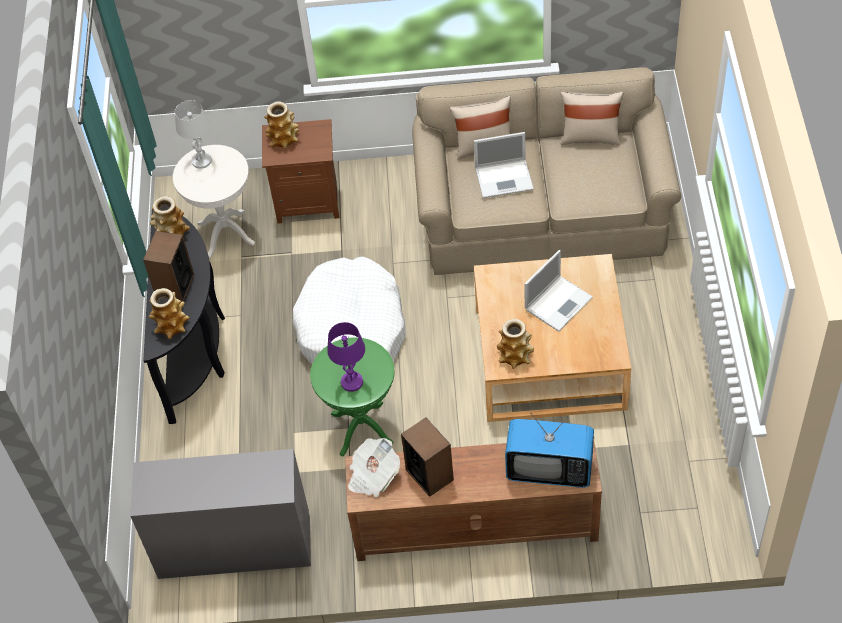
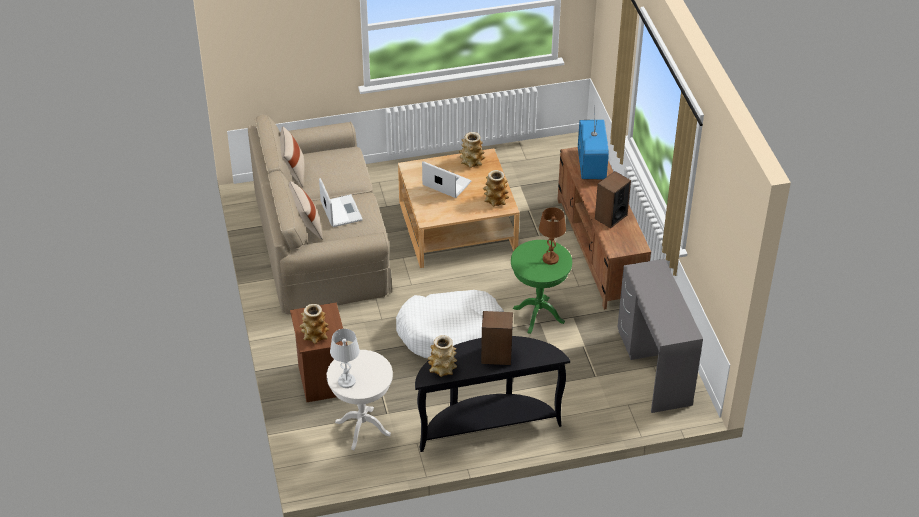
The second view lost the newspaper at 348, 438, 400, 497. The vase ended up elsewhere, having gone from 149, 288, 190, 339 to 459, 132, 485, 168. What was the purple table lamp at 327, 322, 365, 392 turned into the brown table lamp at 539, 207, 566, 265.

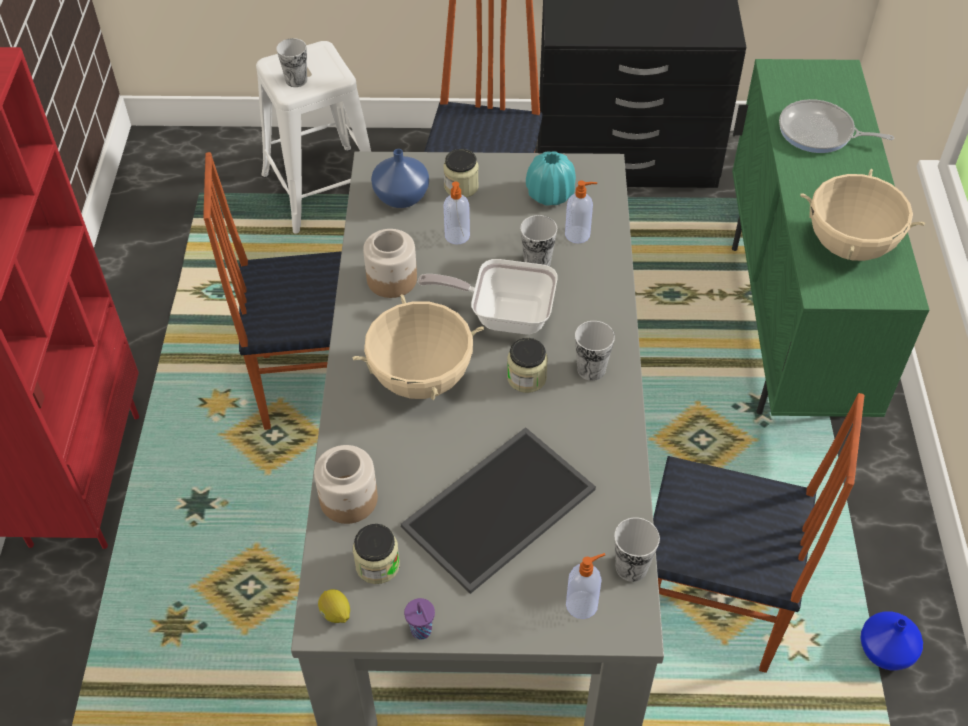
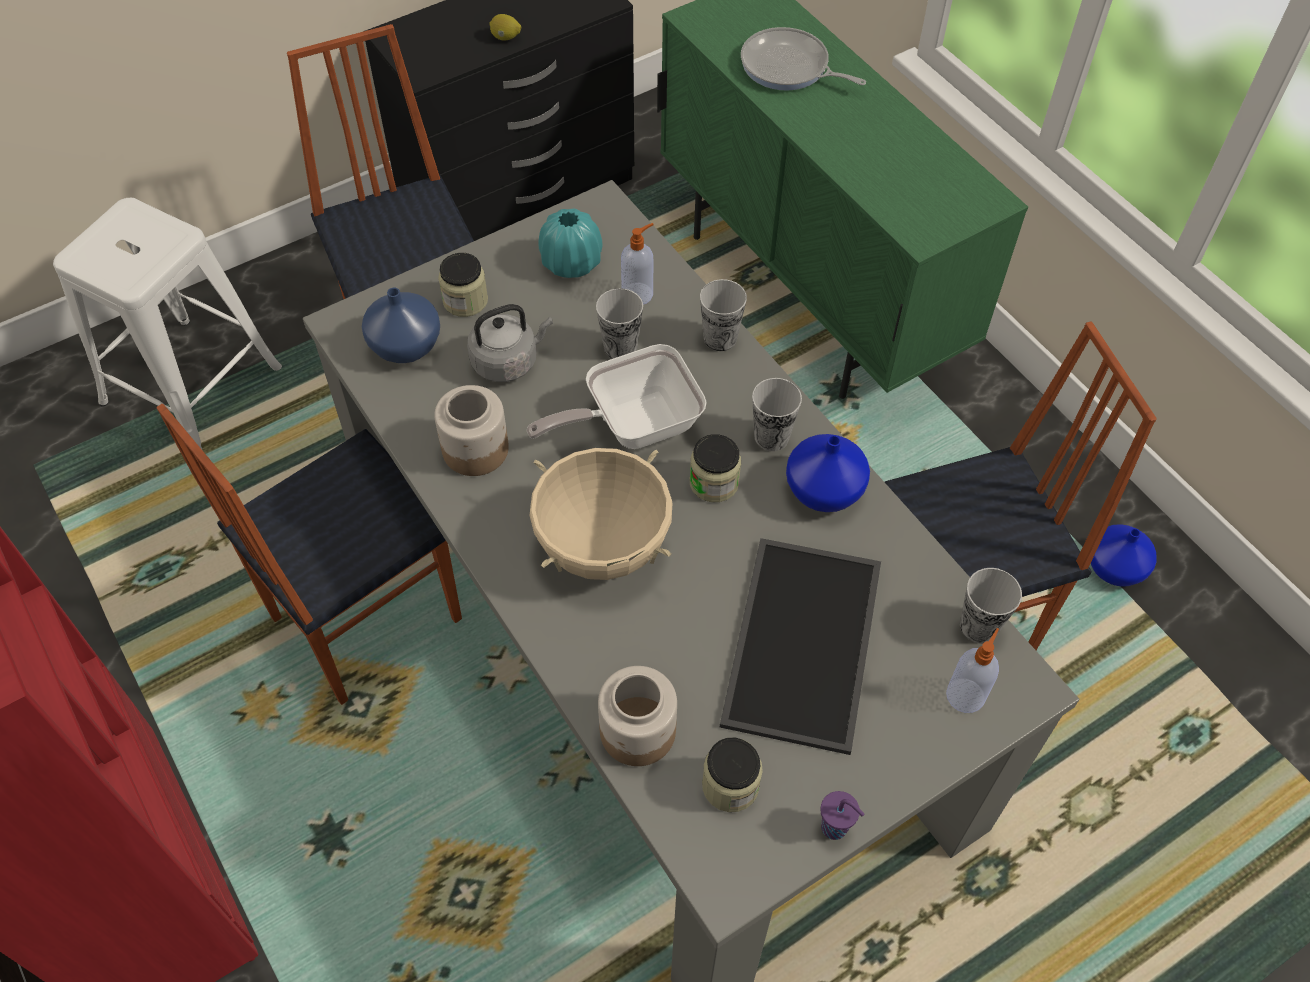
The second view lost the beige cooking pot at 800, 169, 925, 261. The second view gained the blue vase at 786, 434, 870, 512. The cup ended up elsewhere, having gone from 276, 38, 307, 87 to 700, 279, 747, 351. The lemon ended up elsewhere, having gone from 318, 589, 350, 623 to 489, 14, 521, 41. Where the soap dispenser stood at 444, 182, 470, 244, the grey kettle came to stand at 467, 304, 553, 382. The frying pan at 779, 99, 894, 153 ended up facing another way, 45 degrees clockwise from before.

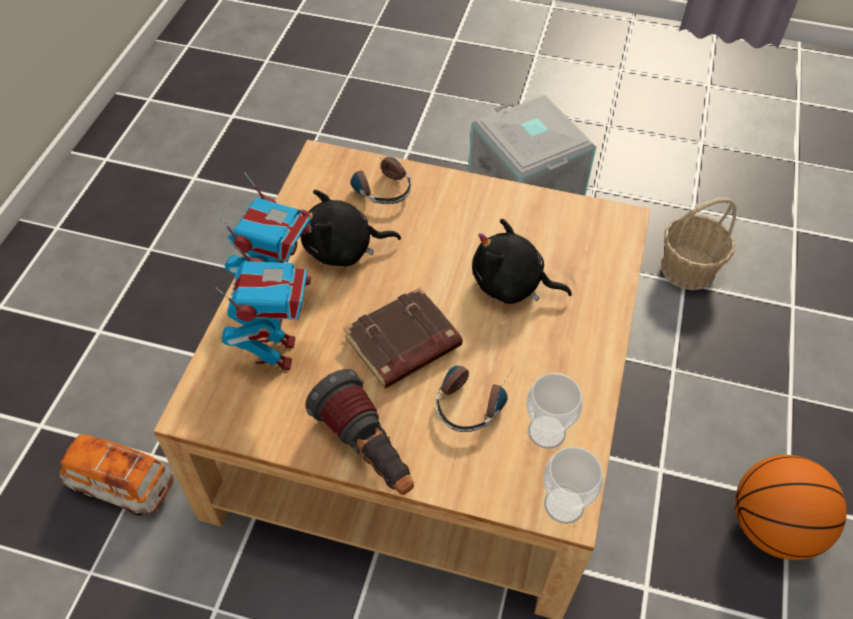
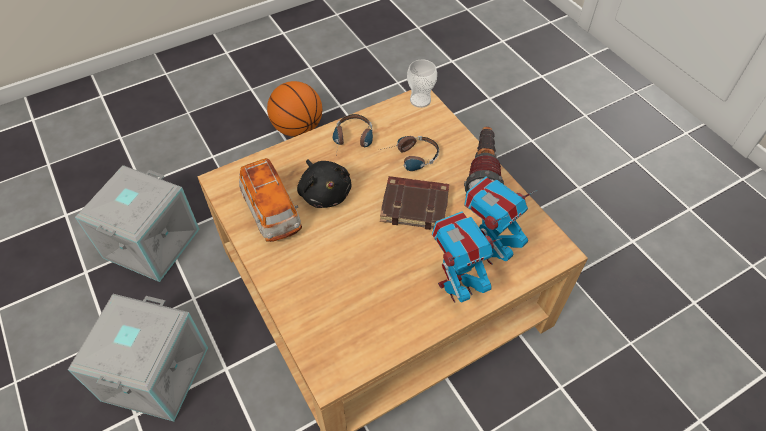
The second view lost the black plush toy at 300, 190, 401, 266. The second view lost the cup at 526, 373, 583, 449. The toy car ended up elsewhere, having gone from 60, 433, 174, 515 to 239, 158, 302, 242. The headphones ended up elsewhere, having gone from 351, 150, 411, 204 to 333, 114, 373, 154. Where the basket stood at 661, 198, 737, 290, the grey storage box came to stand at 75, 165, 199, 282.

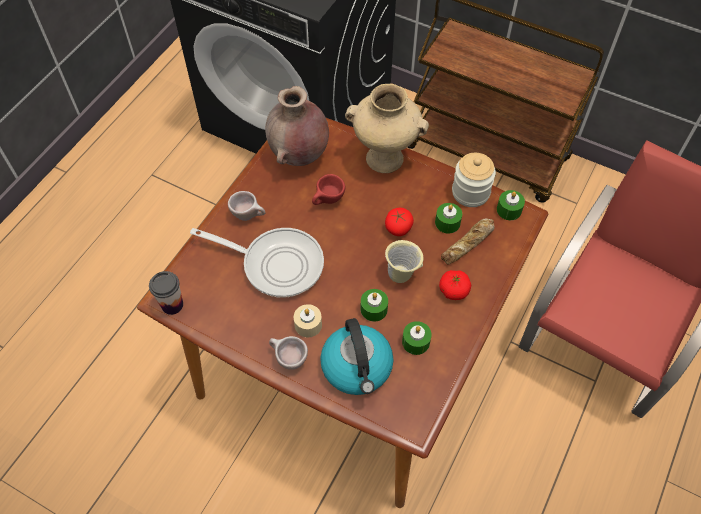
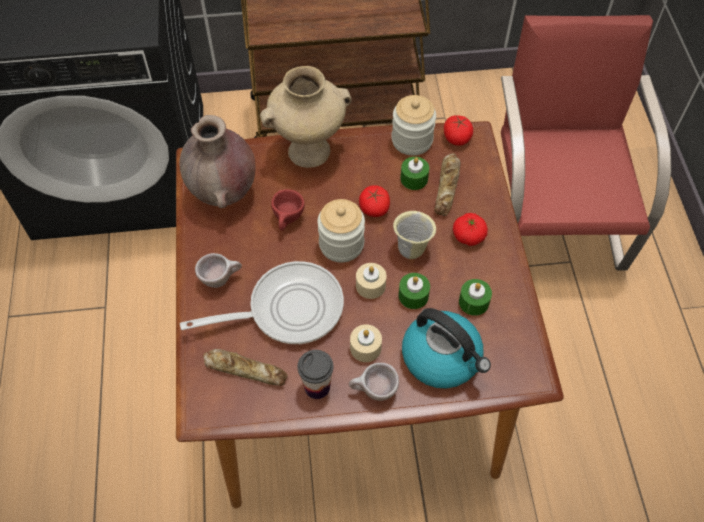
The second view gained the bread at 203, 349, 288, 386. The second view gained the jar at 317, 199, 365, 262. The second view gained the beige candle at 356, 263, 386, 299. The cup ended up elsewhere, having gone from 149, 271, 183, 315 to 297, 350, 334, 399. Where the green candle stood at 497, 190, 525, 220, the tomato came to stand at 444, 115, 473, 146.

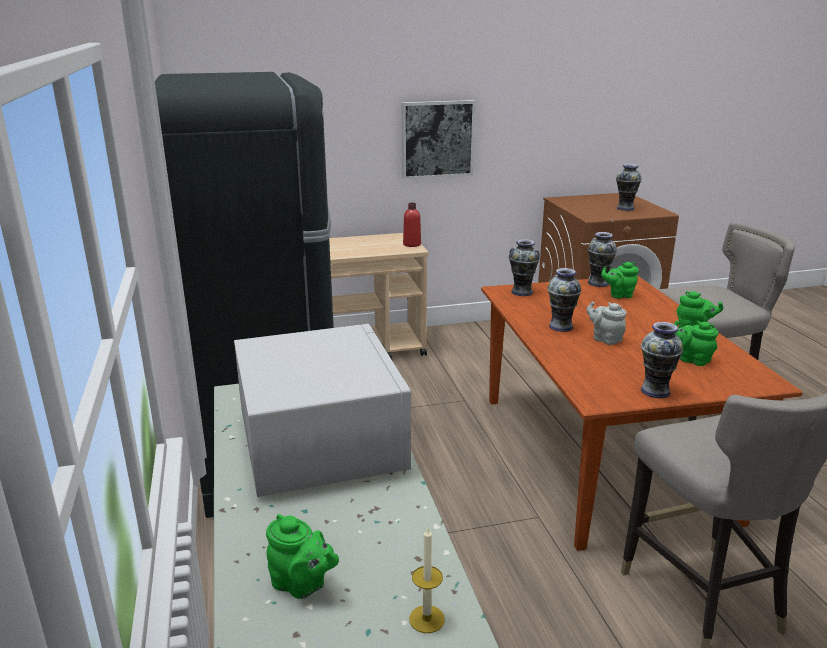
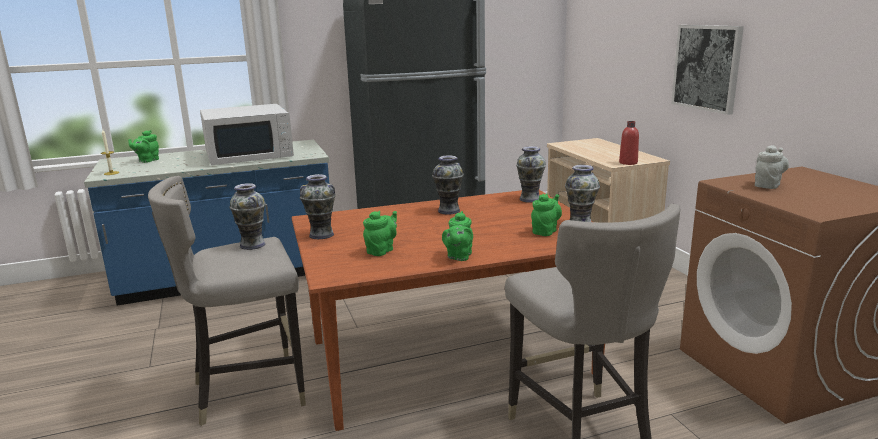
The grey teapot ended up elsewhere, having gone from 587, 302, 627, 345 to 755, 145, 789, 189. The vase ended up elsewhere, having gone from 616, 164, 642, 211 to 230, 183, 266, 250. The green teapot at 601, 262, 639, 299 ended up facing another way, 45 degrees clockwise from before.

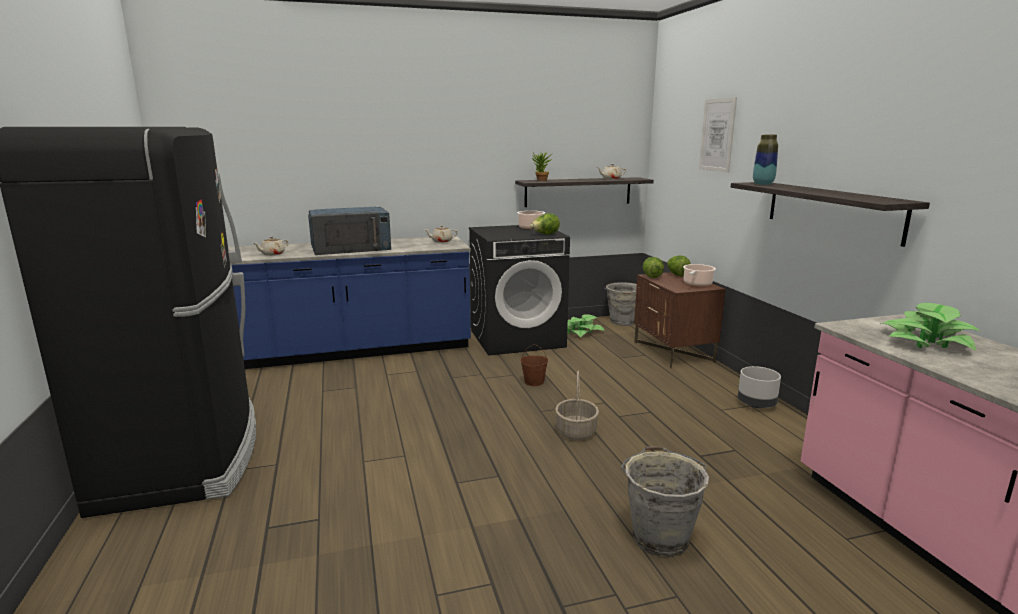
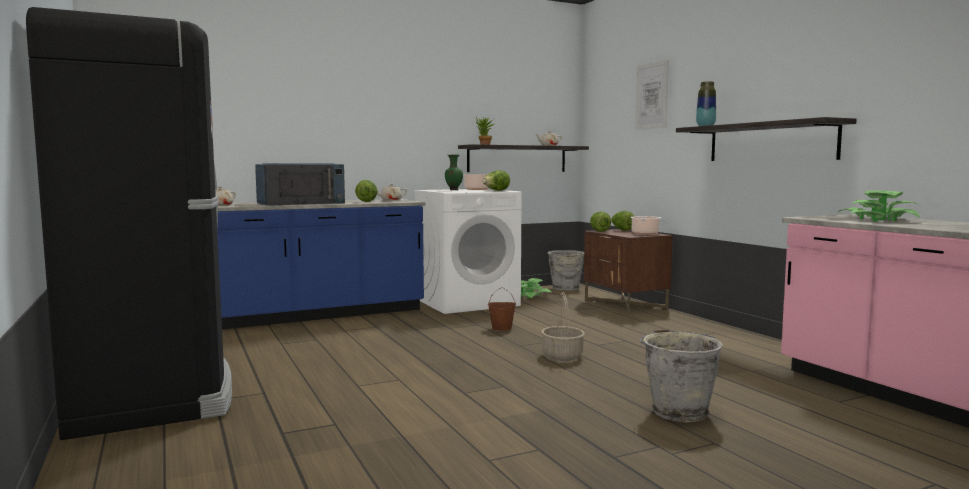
The second view lost the grey planter at 738, 366, 781, 408. The second view gained the lettuce at 355, 180, 378, 202. The second view gained the green vase at 445, 154, 463, 190. What was the black washing machine at 469, 225, 570, 356 turned into the white washing machine at 414, 189, 522, 314.

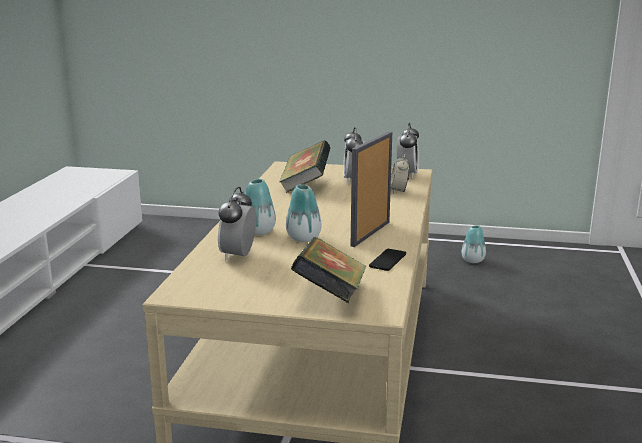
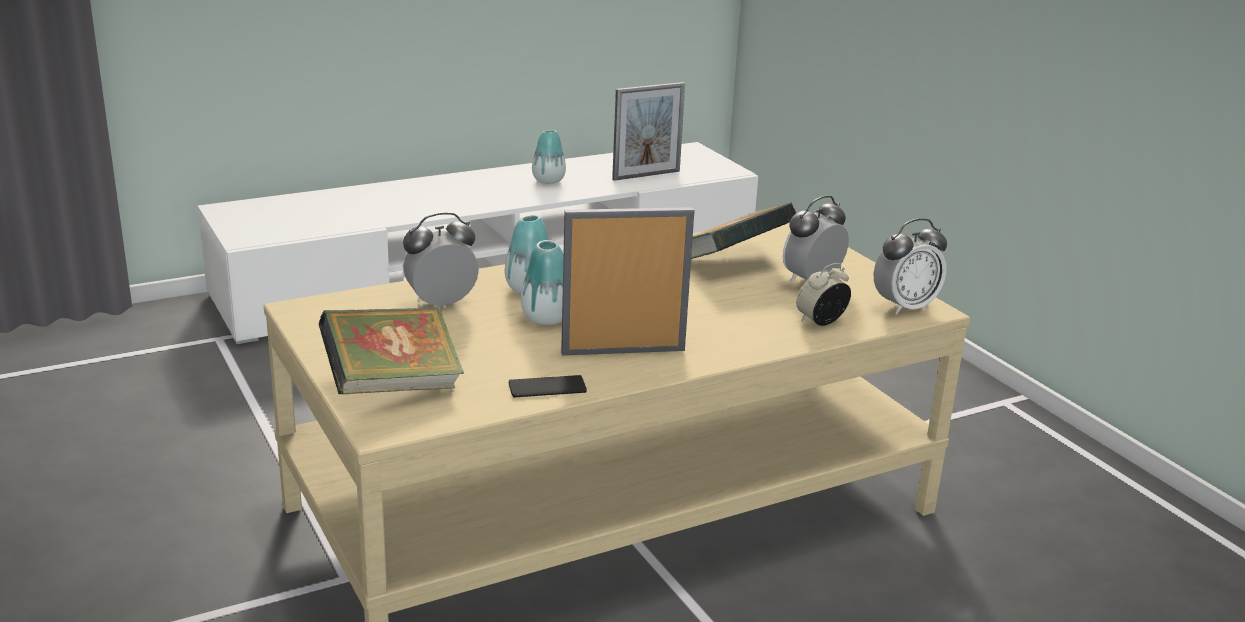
The second view gained the picture frame at 612, 82, 685, 181. The vase ended up elsewhere, having gone from 462, 225, 486, 263 to 532, 130, 566, 184.

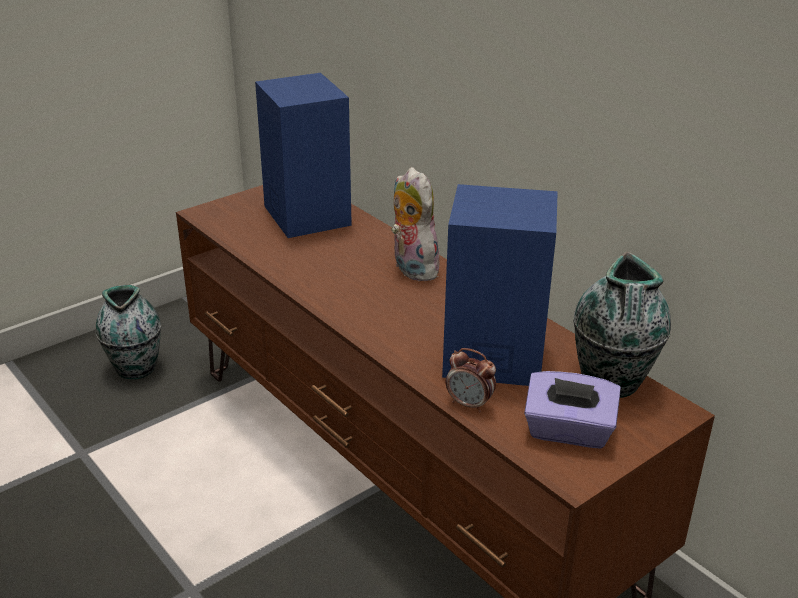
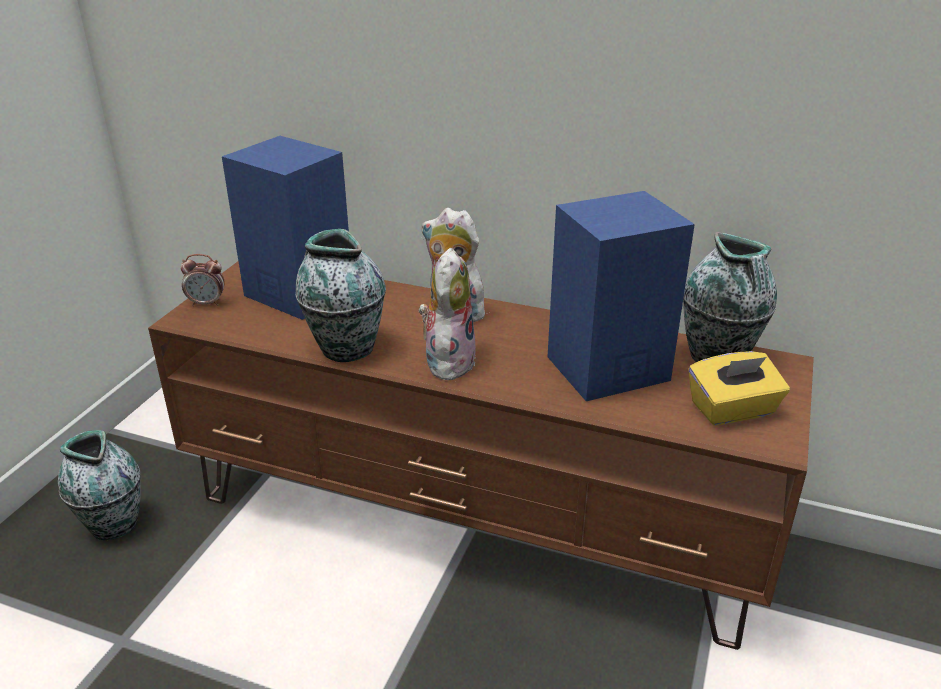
The second view gained the vase at 296, 229, 386, 362. The second view gained the plush toy at 419, 248, 476, 380. The alarm clock ended up elsewhere, having gone from 446, 348, 496, 412 to 180, 254, 225, 306. What was the purple tissue box at 524, 371, 621, 449 turned into the yellow tissue box at 689, 351, 790, 425.

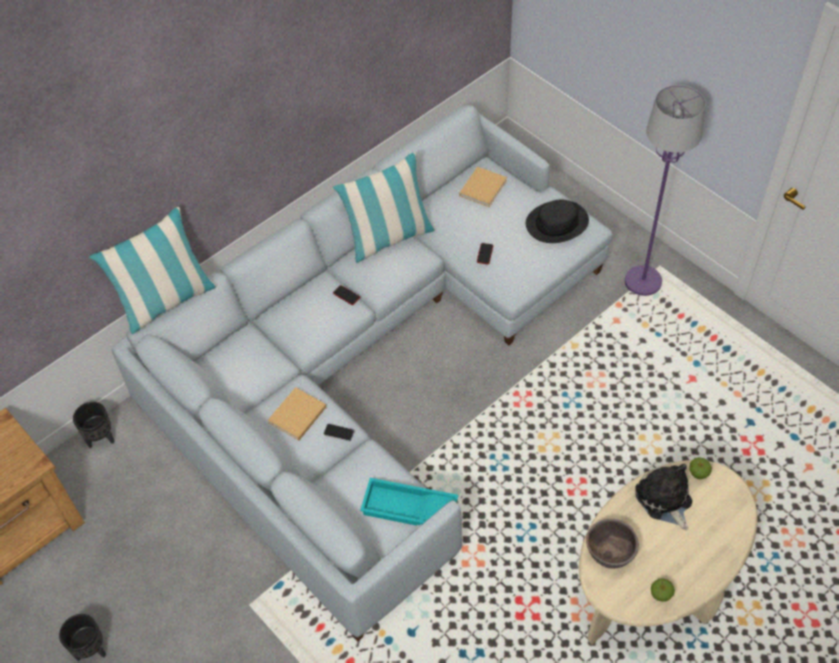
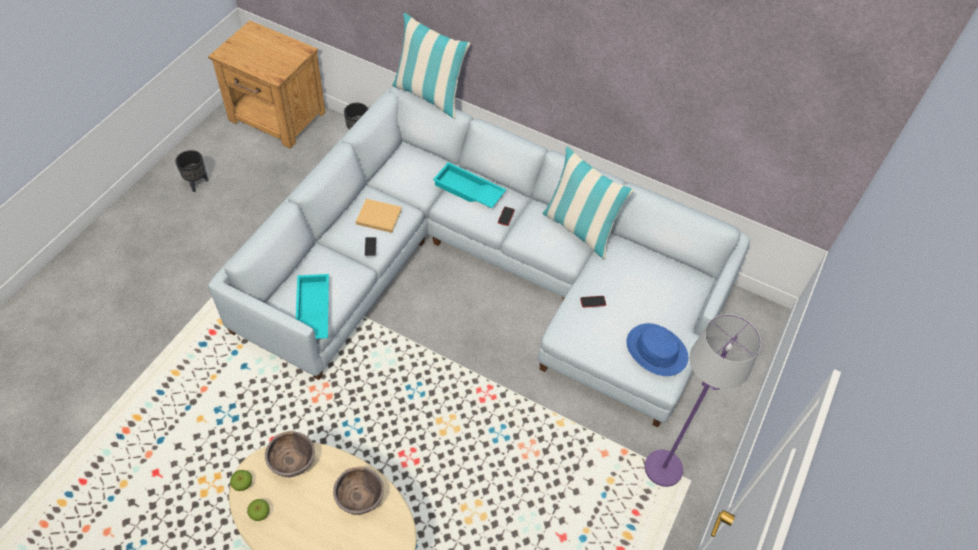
The second view lost the beige book at 459, 166, 507, 207. The second view gained the turquoise tray at 433, 162, 506, 208. The apple ended up elsewhere, having gone from 690, 458, 712, 479 to 230, 470, 252, 491. Where the plush toy stood at 635, 464, 692, 530, the brown bowl came to stand at 333, 467, 384, 515. What was the black hat at 526, 199, 589, 243 turned into the blue hat at 626, 323, 688, 376.

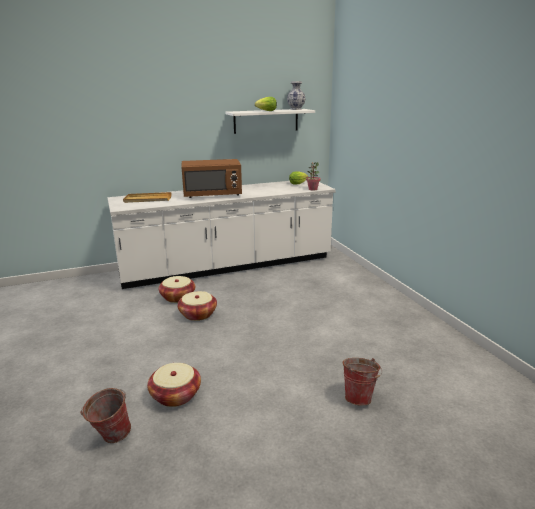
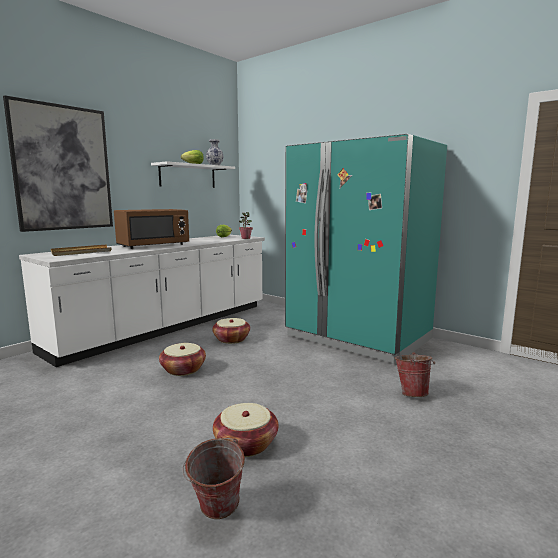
The second view gained the picture at 3, 95, 113, 232. The second view gained the turquoise fridge at 285, 134, 447, 364. The basket ended up elsewhere, having gone from 159, 276, 195, 303 to 212, 318, 250, 344.

